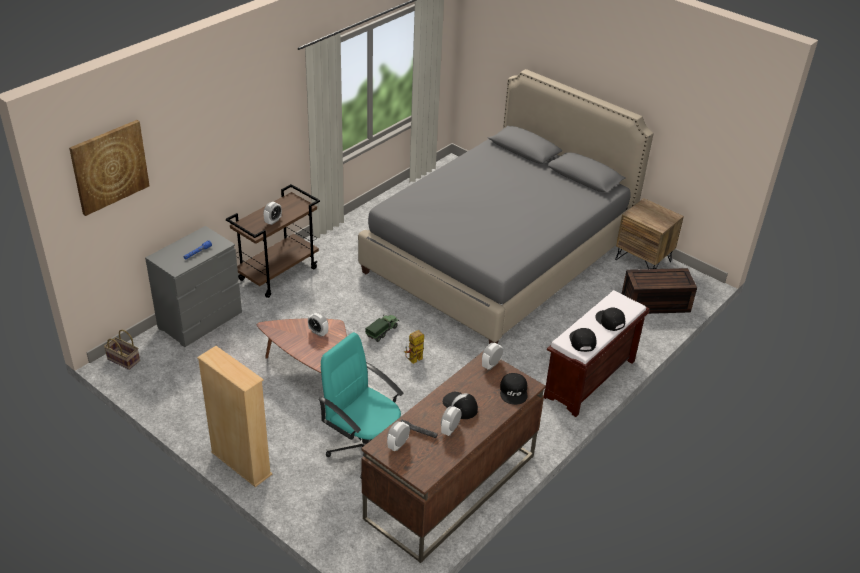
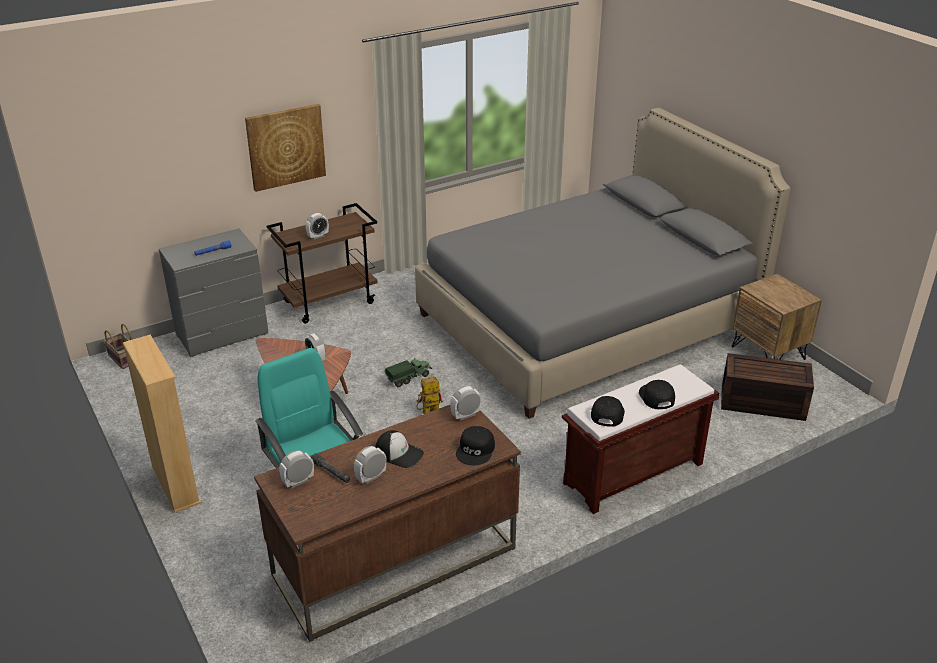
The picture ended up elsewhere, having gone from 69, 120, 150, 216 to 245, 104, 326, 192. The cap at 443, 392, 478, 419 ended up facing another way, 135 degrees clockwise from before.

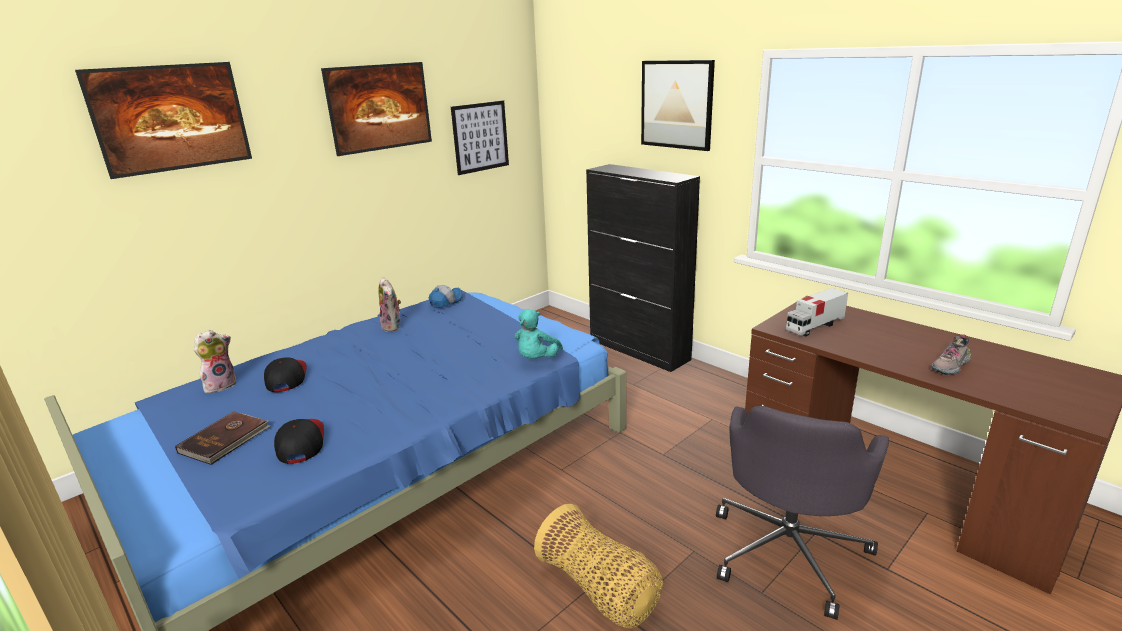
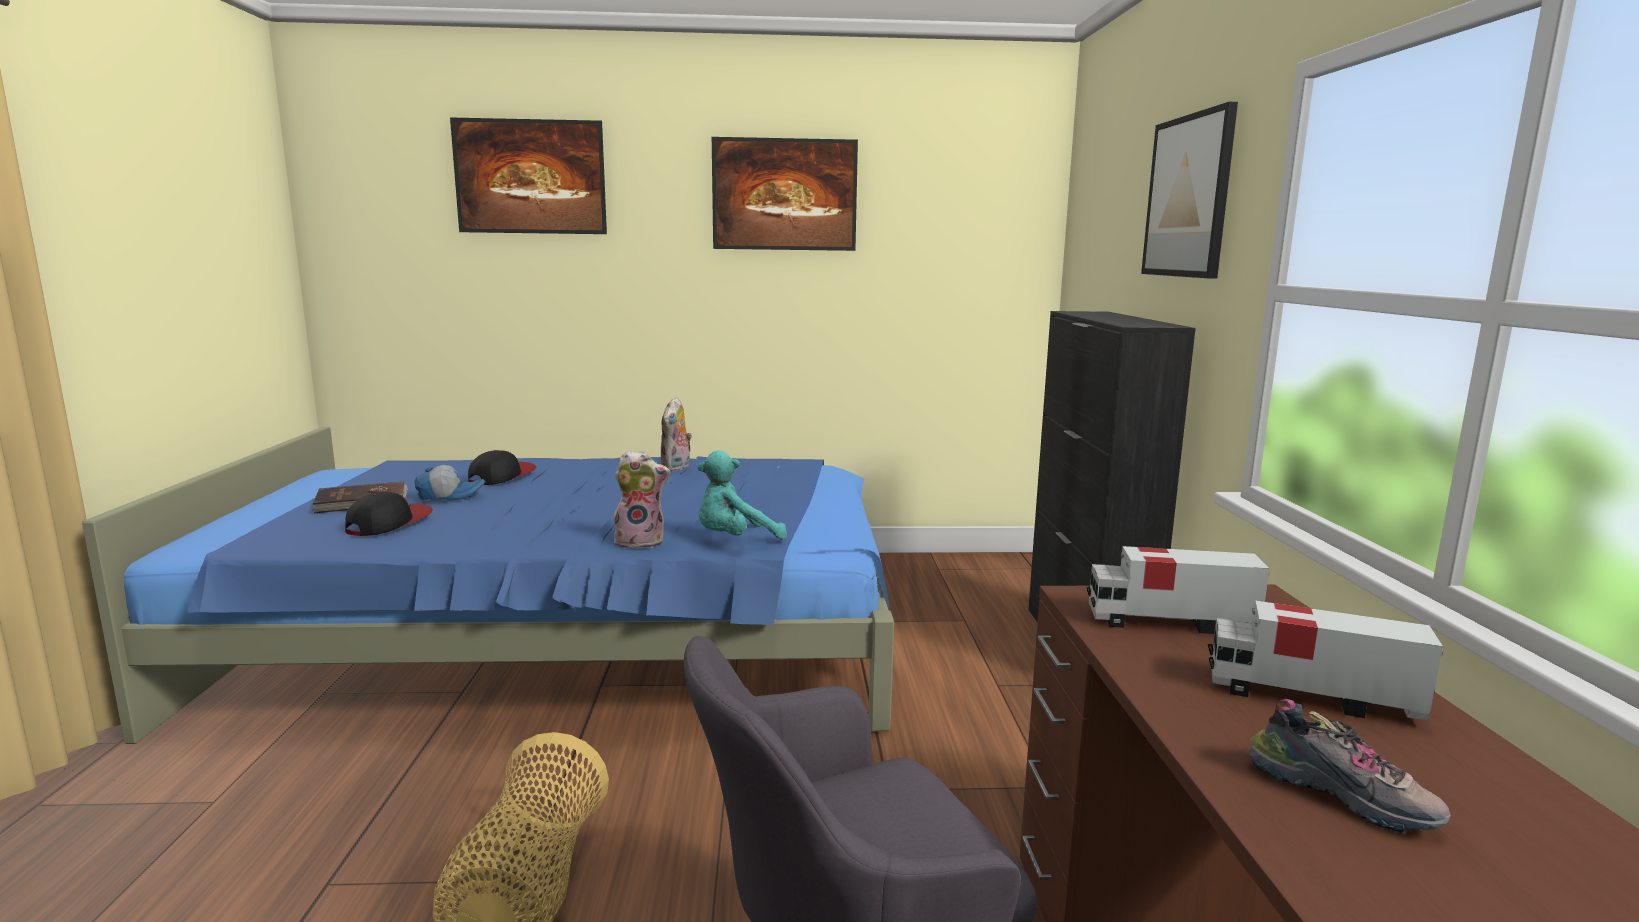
The second view lost the picture at 451, 101, 509, 175. The second view gained the toy truck at 1208, 601, 1443, 721. The plush toy ended up elsewhere, having gone from 194, 330, 236, 394 to 614, 450, 670, 549. The cap ended up elsewhere, having gone from 429, 285, 462, 308 to 414, 465, 485, 500. The shoe at 931, 334, 972, 375 ended up facing another way, 135 degrees counterclockwise from before.

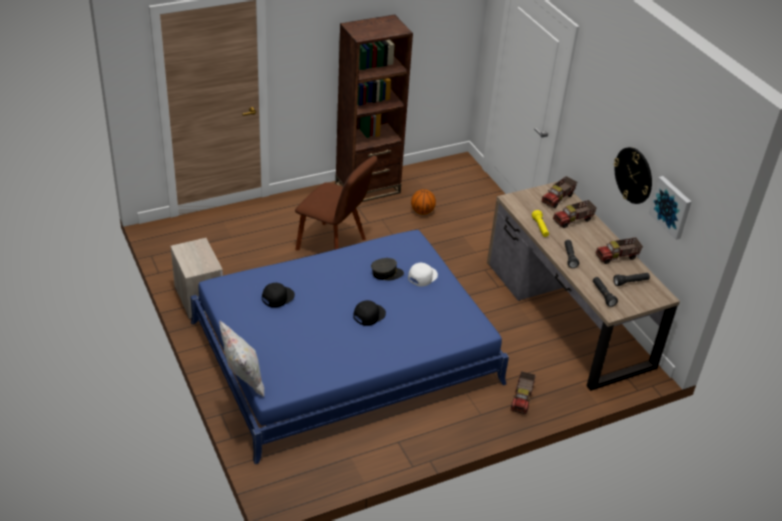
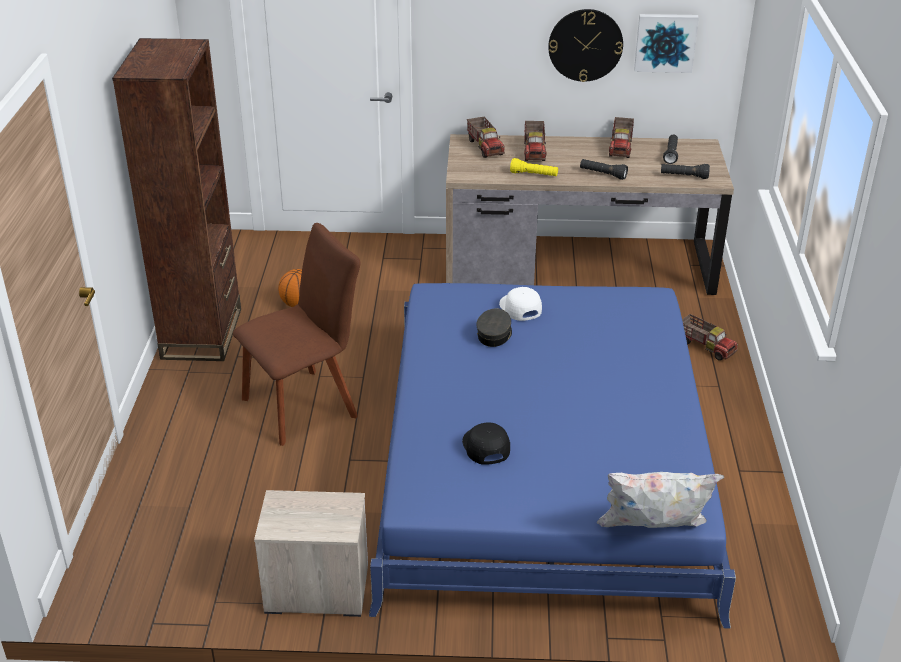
The second view lost the black cap at 353, 300, 386, 326.

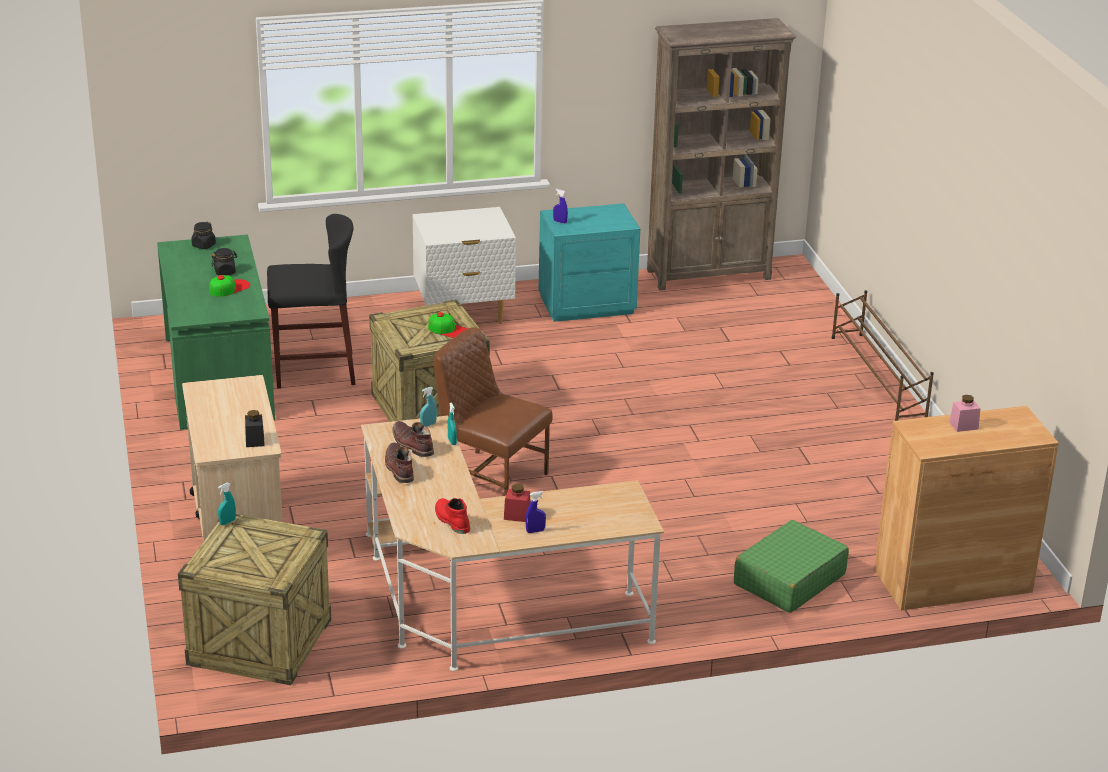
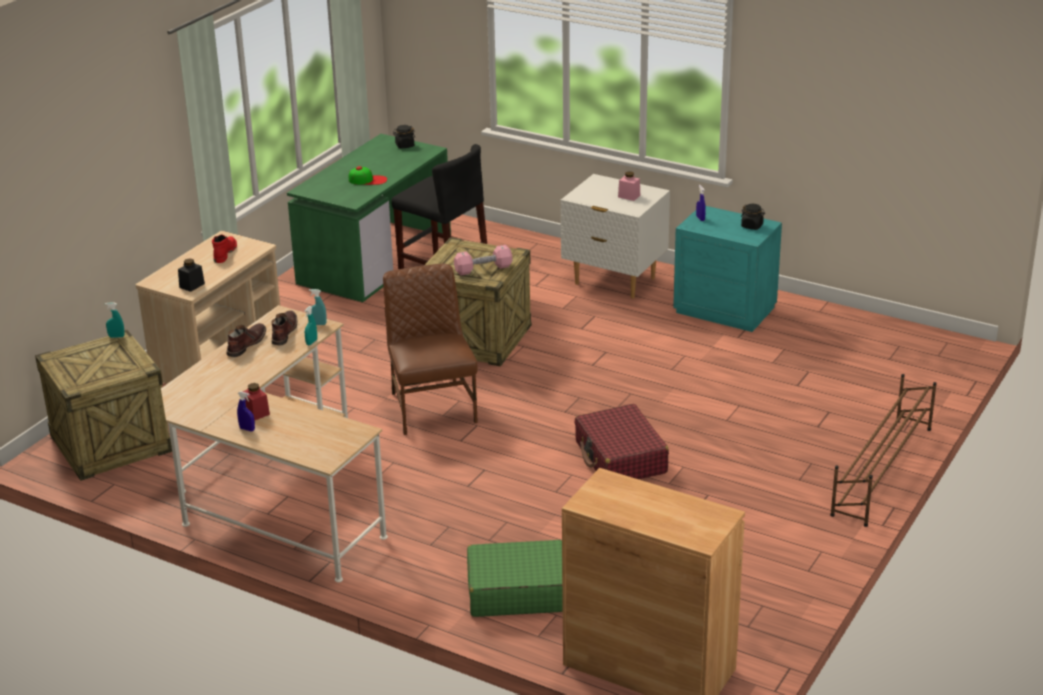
The second view lost the brown bookcase at 647, 18, 796, 290. The second view gained the red suitcase at 575, 404, 669, 479. The black jar ended up elsewhere, having gone from 212, 248, 237, 275 to 741, 204, 765, 230. The red boot ended up elsewhere, having gone from 435, 498, 470, 534 to 212, 234, 237, 263. The pink jar ended up elsewhere, having gone from 949, 395, 980, 432 to 618, 171, 640, 201. Where the cap stood at 428, 312, 468, 338, the pink dumbbell came to stand at 454, 245, 512, 275.

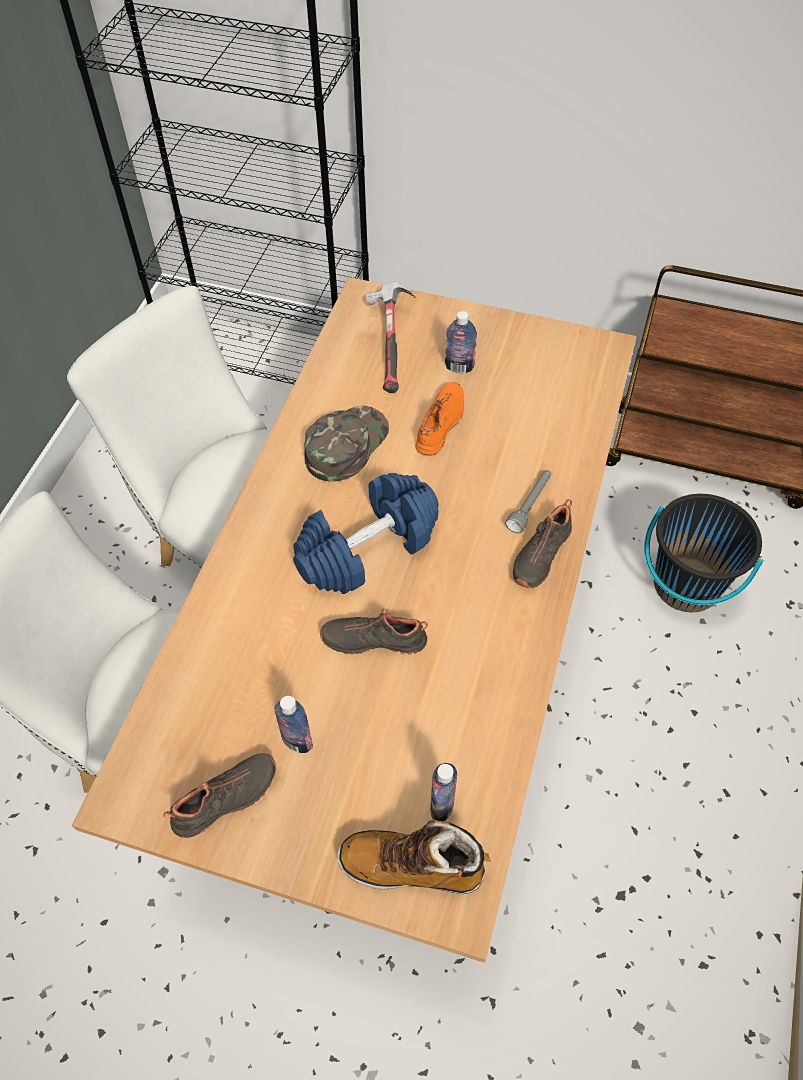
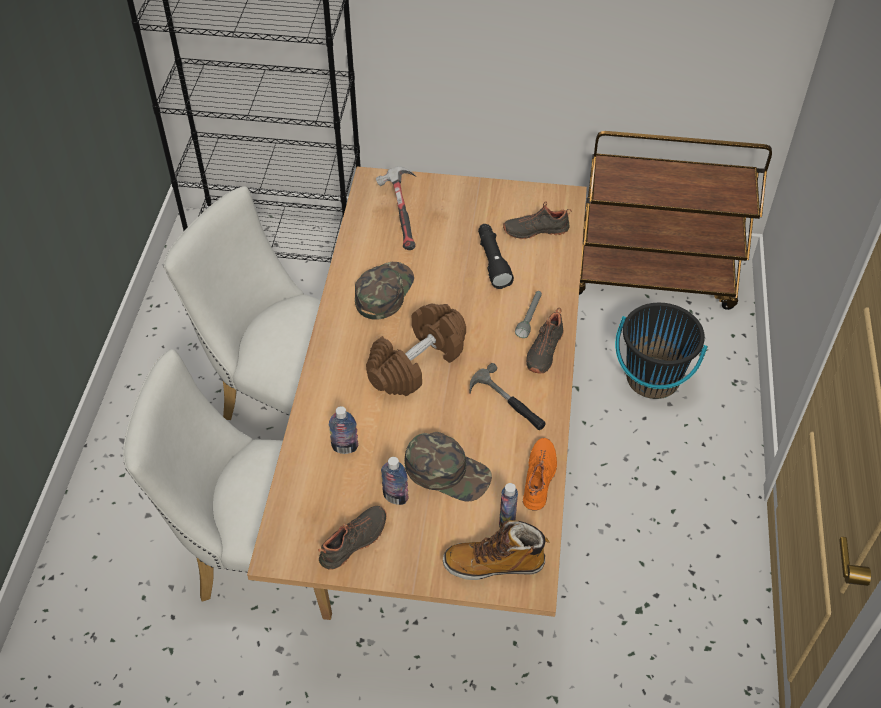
The second view gained the green cap at 404, 432, 492, 502. The second view gained the hammer at 470, 363, 546, 430. The second view gained the black flashlight at 478, 224, 514, 289. The black shoe ended up elsewhere, having gone from 320, 608, 428, 655 to 503, 201, 572, 239. The orange shoe ended up elsewhere, having gone from 415, 382, 464, 456 to 523, 438, 557, 511. The bottle ended up elsewhere, having gone from 445, 311, 477, 373 to 329, 406, 359, 454. What was the blue dumbbell at 293, 473, 439, 594 turned into the brown dumbbell at 366, 303, 466, 396.

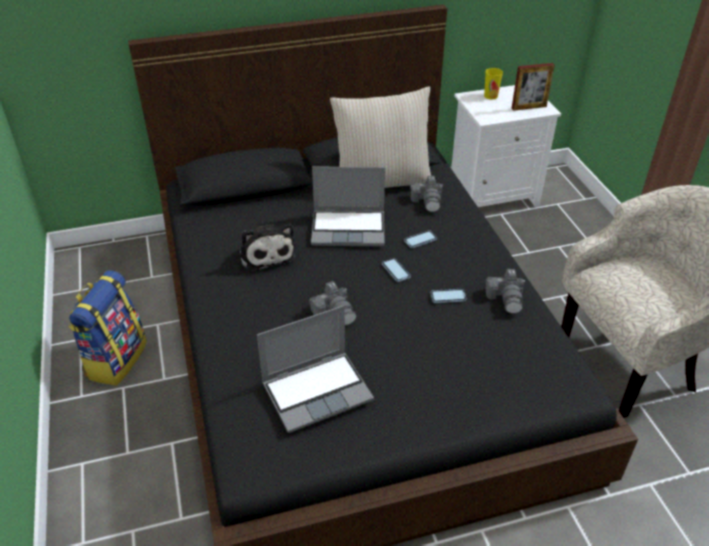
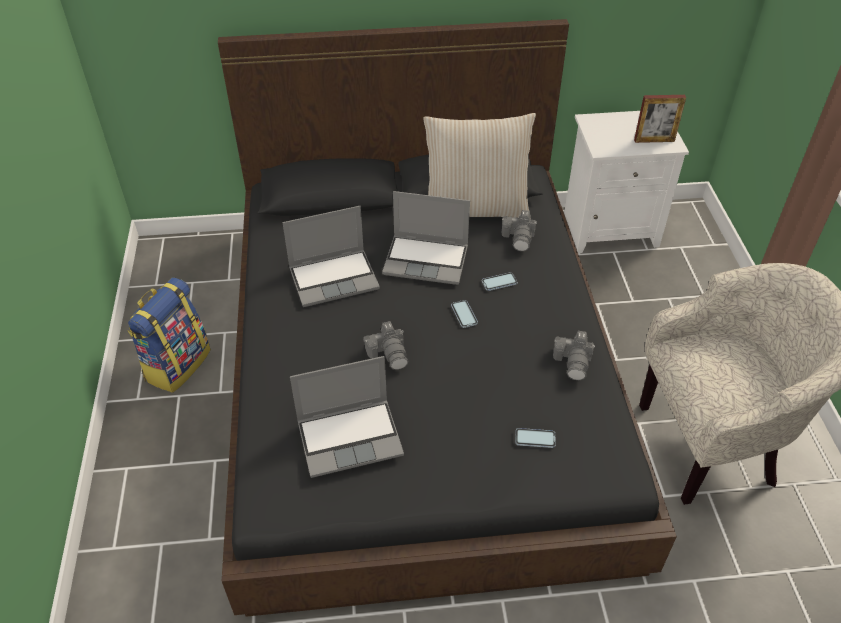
The second view lost the cup at 484, 68, 503, 100. The phone ended up elsewhere, having gone from 431, 289, 467, 303 to 515, 428, 556, 448. Where the plush toy stood at 239, 223, 296, 273, the laptop came to stand at 282, 206, 380, 307.

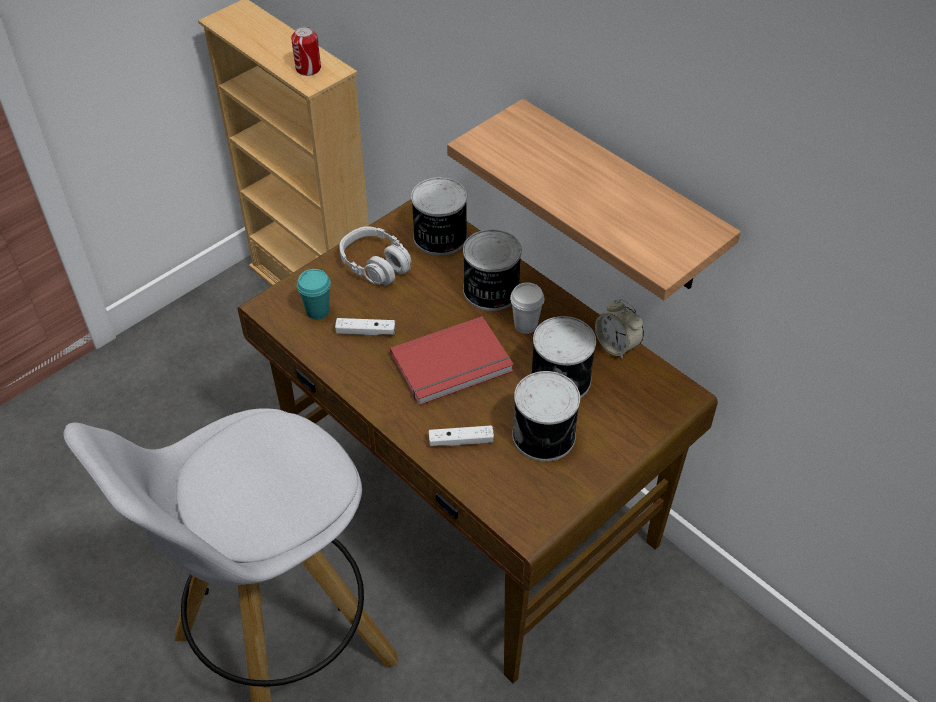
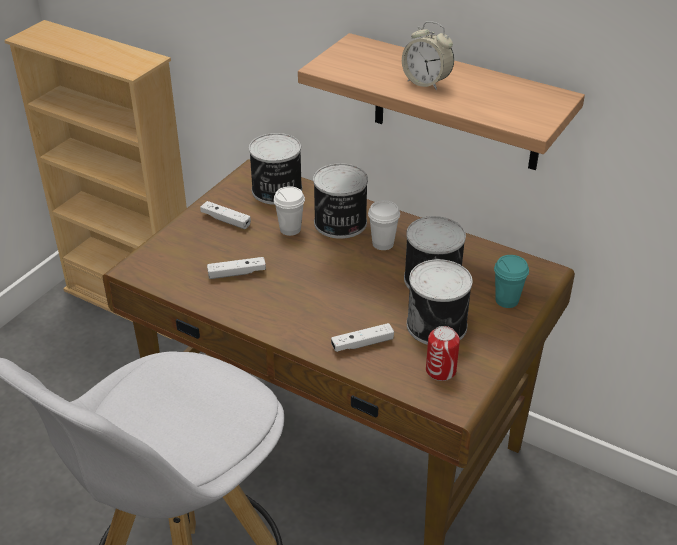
The second view lost the red book at 390, 316, 514, 406. The second view gained the white cup at 273, 186, 305, 236. The can ended up elsewhere, having gone from 291, 26, 321, 76 to 426, 326, 460, 381. The turquoise cup ended up elsewhere, having gone from 297, 269, 331, 320 to 494, 255, 529, 308. The alarm clock ended up elsewhere, having gone from 595, 299, 644, 359 to 402, 21, 454, 90. Where the grey headphones stood at 339, 226, 412, 285, the white game controller came to stand at 200, 201, 251, 229.

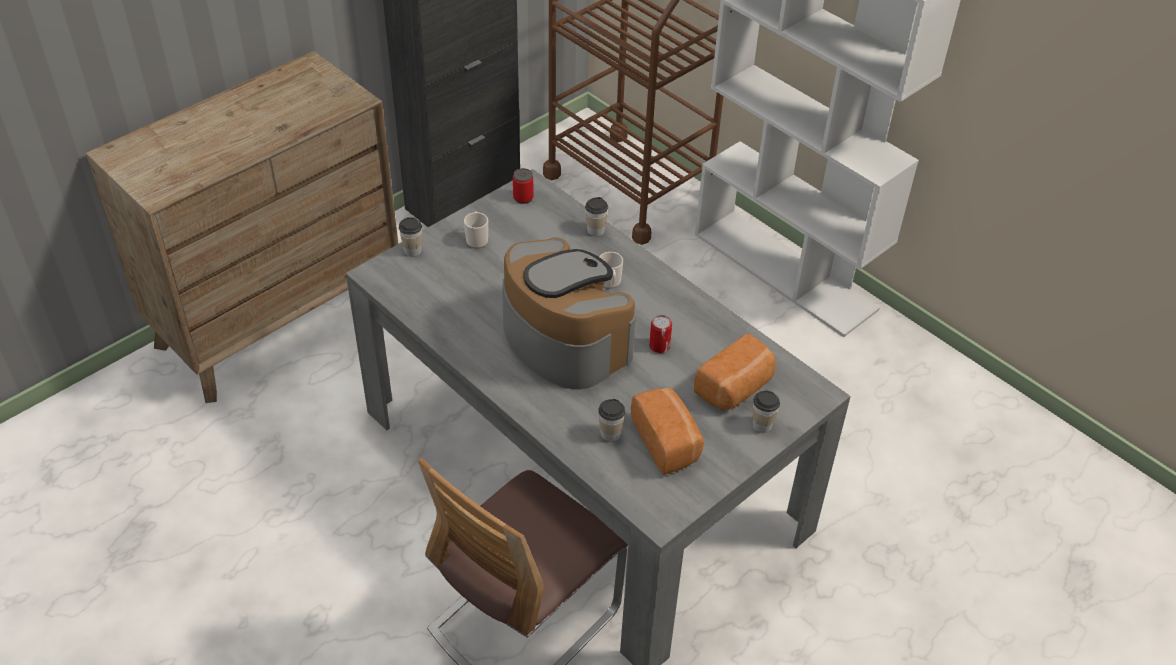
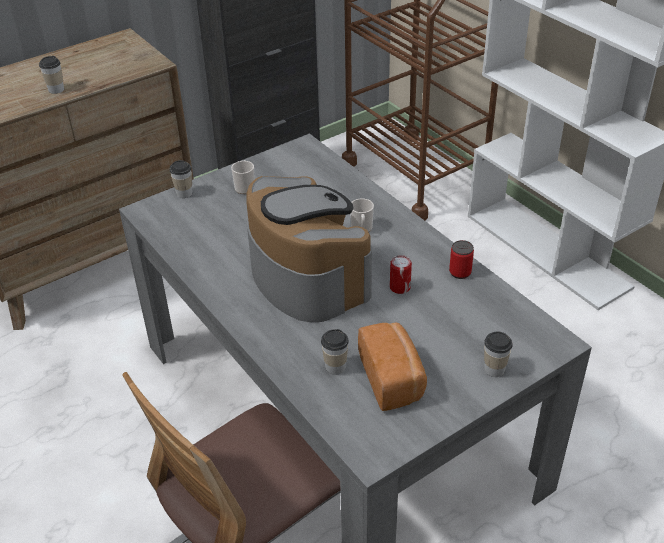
The second view lost the bread at 694, 334, 776, 411. The can ended up elsewhere, having gone from 513, 168, 534, 204 to 449, 240, 474, 279. The cup ended up elsewhere, having gone from 585, 197, 608, 236 to 39, 56, 64, 94.

